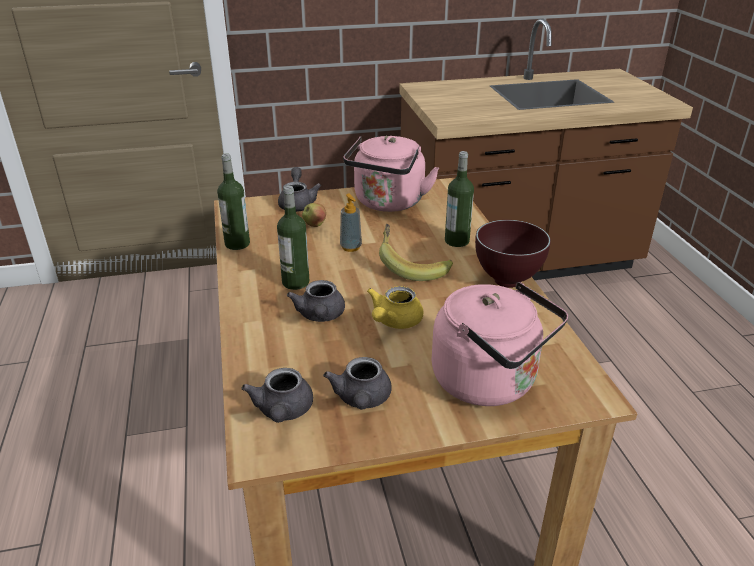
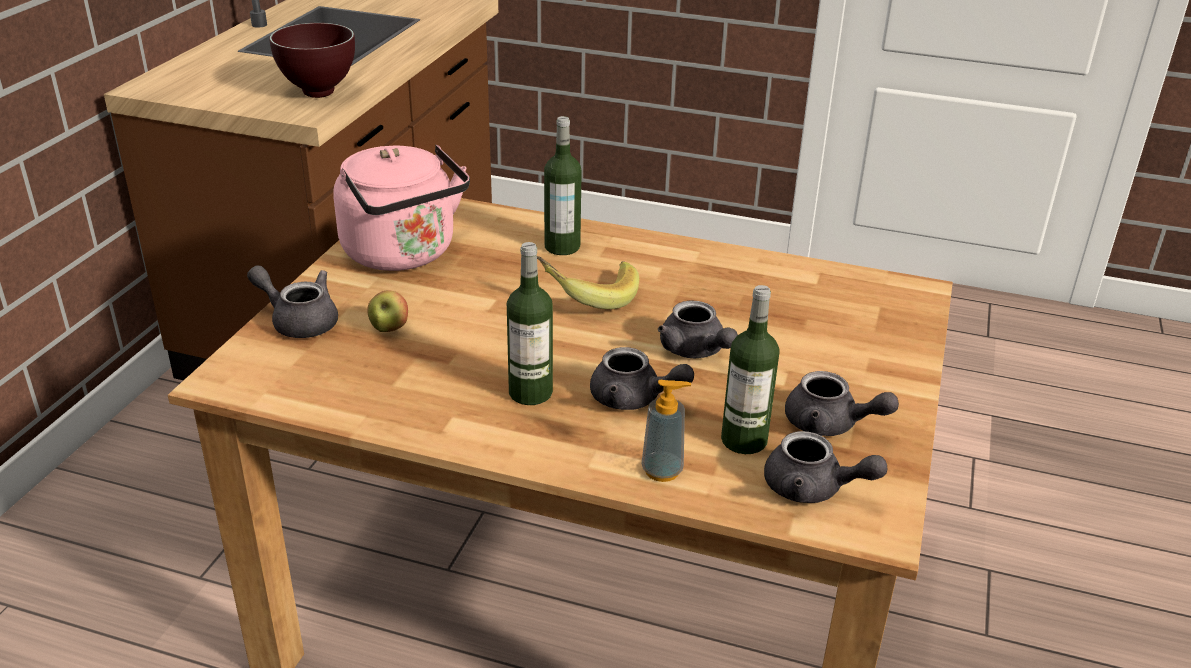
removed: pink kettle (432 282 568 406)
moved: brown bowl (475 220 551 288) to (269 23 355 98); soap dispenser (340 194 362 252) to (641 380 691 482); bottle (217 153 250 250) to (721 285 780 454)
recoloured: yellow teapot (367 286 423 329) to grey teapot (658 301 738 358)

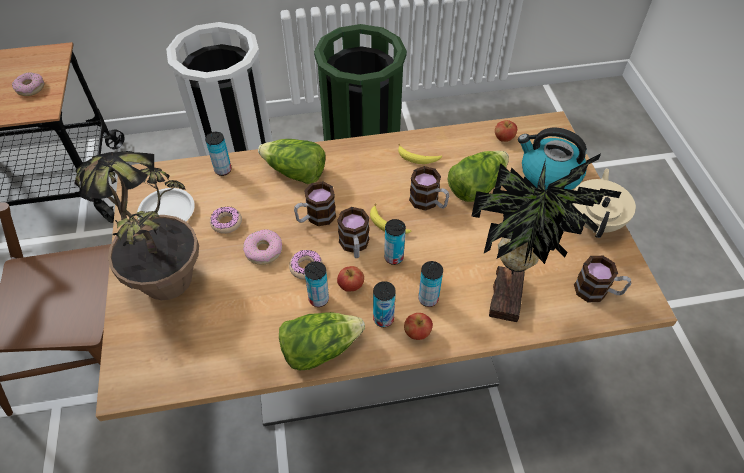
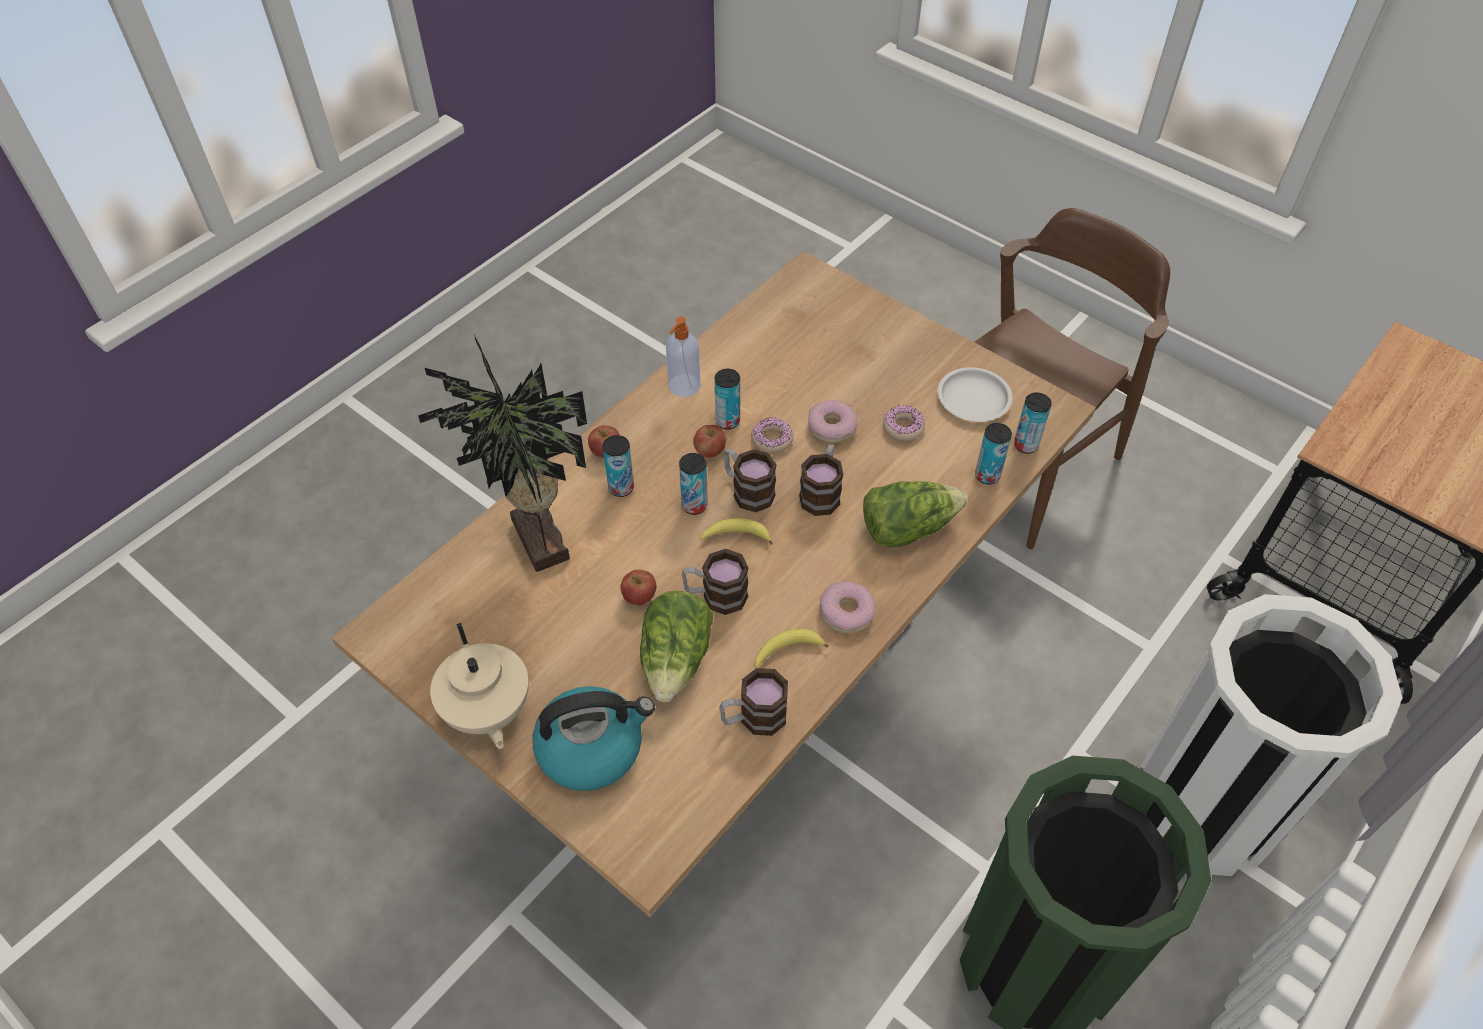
removed: potted plant (75 151 199 300)
moved: apple (495 120 517 142) to (620 569 657 605); mug (574 256 631 302) to (719 668 788 736); donut (12 72 44 96) to (820 581 875 634); can (373 281 396 327) to (1014 392 1052 454)
replaced: lettuce (279 312 365 371) to soap dispenser (666 317 700 397)

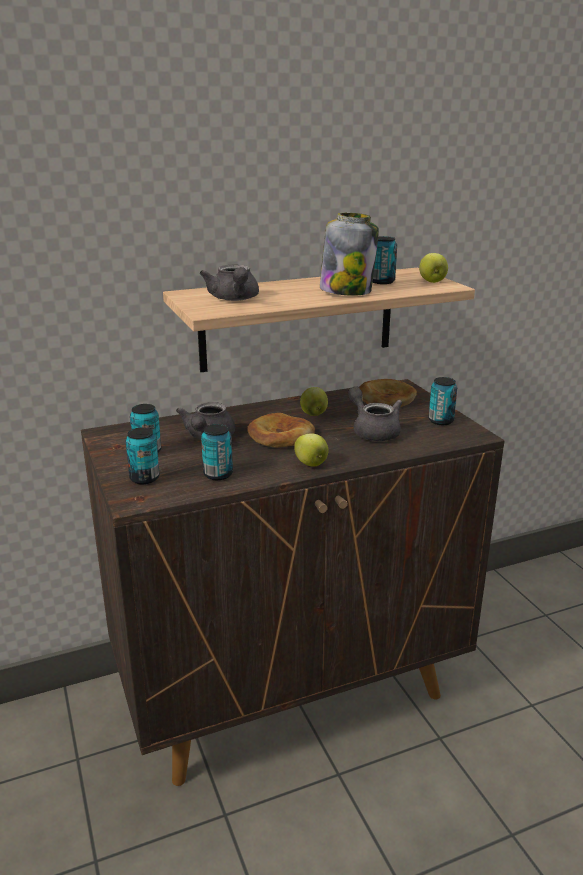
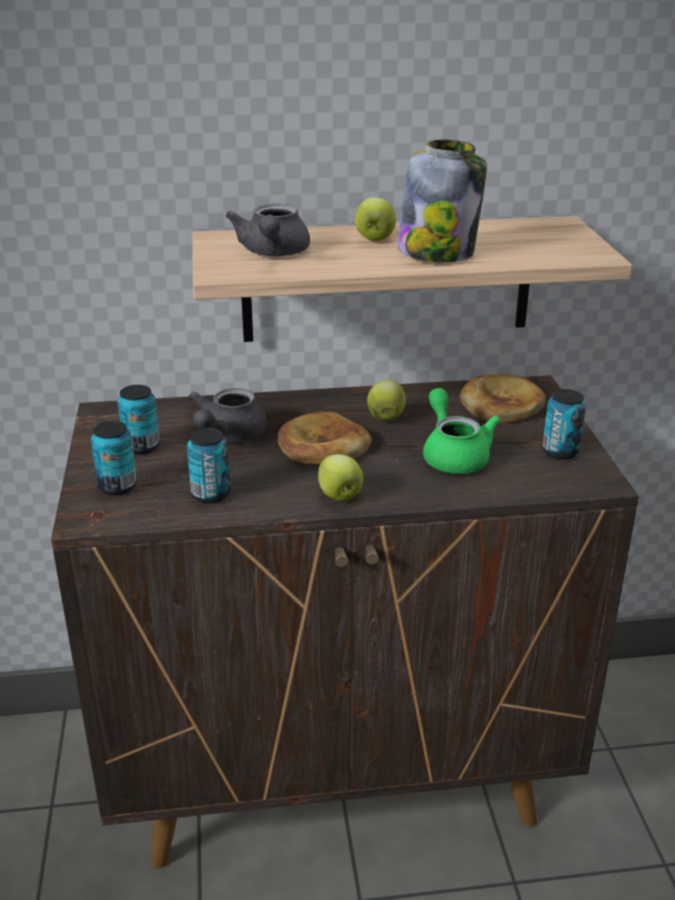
removed: can (373 236 397 284)
moved: apple (419 253 448 283) to (355 197 396 241)
recoloured: grey teapot (348 386 402 441) to green teapot (423 388 500 474)

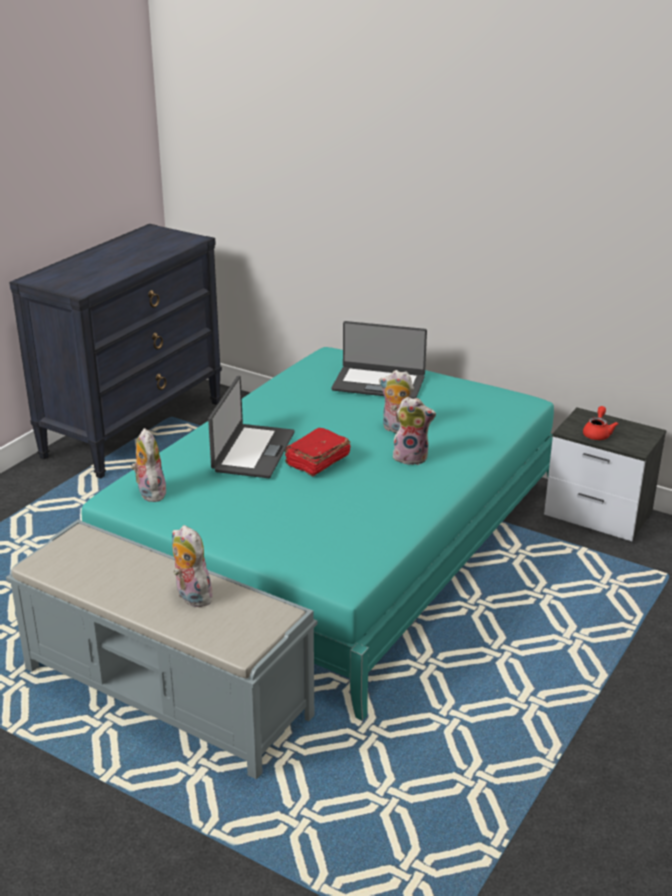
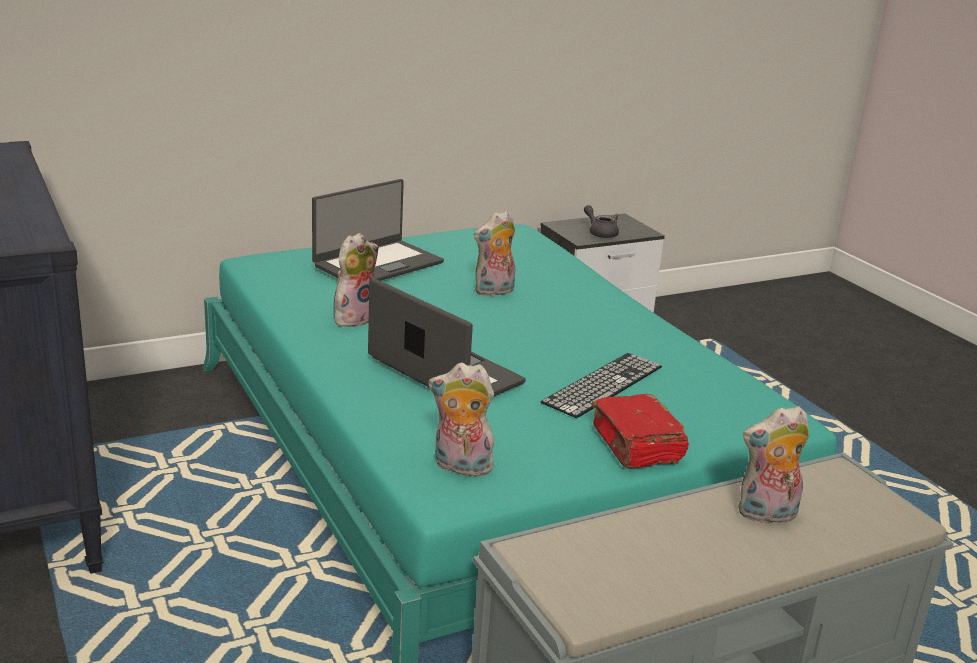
added: keyboard (540 353 662 418)
moved: plush toy (393 397 436 465) to (333 233 379 327); red book (285 428 351 476) to (592 394 689 469)
recoloured: red teapot (583 406 618 440) to grey teapot (584 205 619 238)

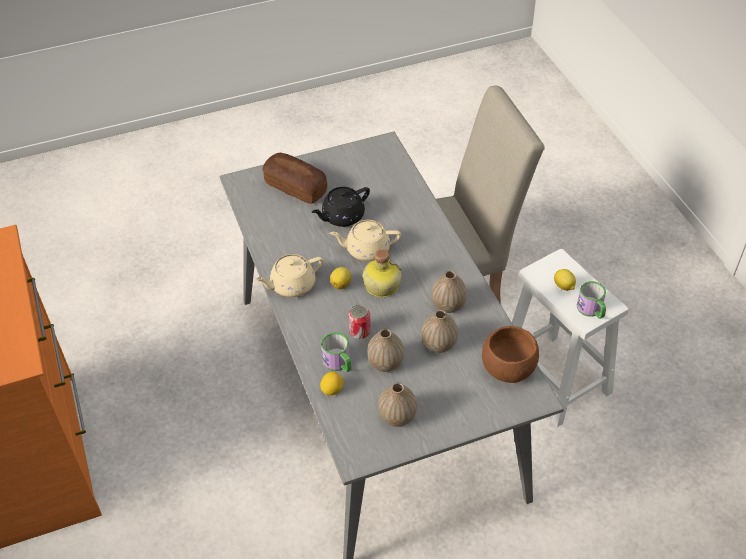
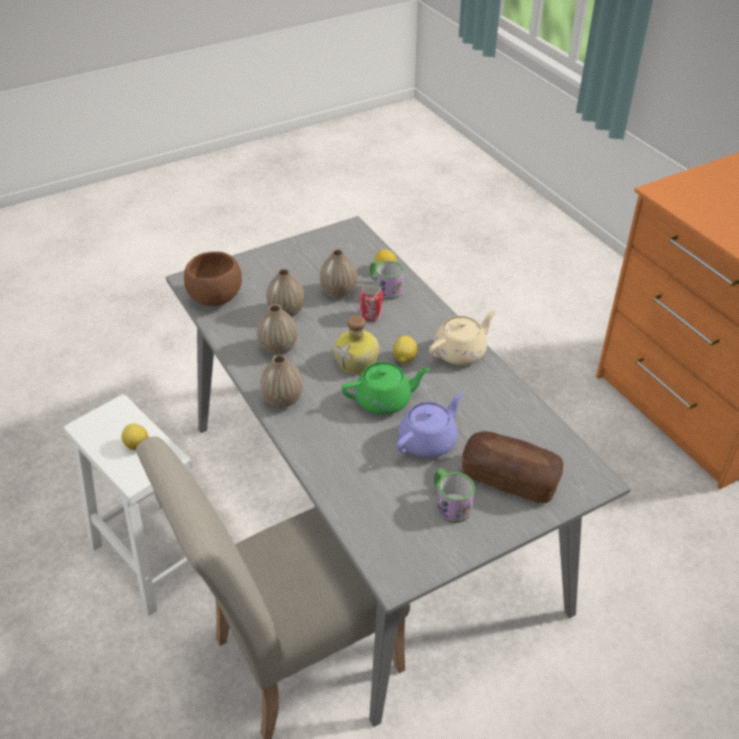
moved: vase (378 382 417 427) to (260 355 303 408); mug (577 281 606 319) to (434 468 475 523)
recoloured: beige teapot (330 220 401 261) to green teapot (341 362 430 415); black teapot (312 187 370 227) to purple teapot (396 392 463 458)

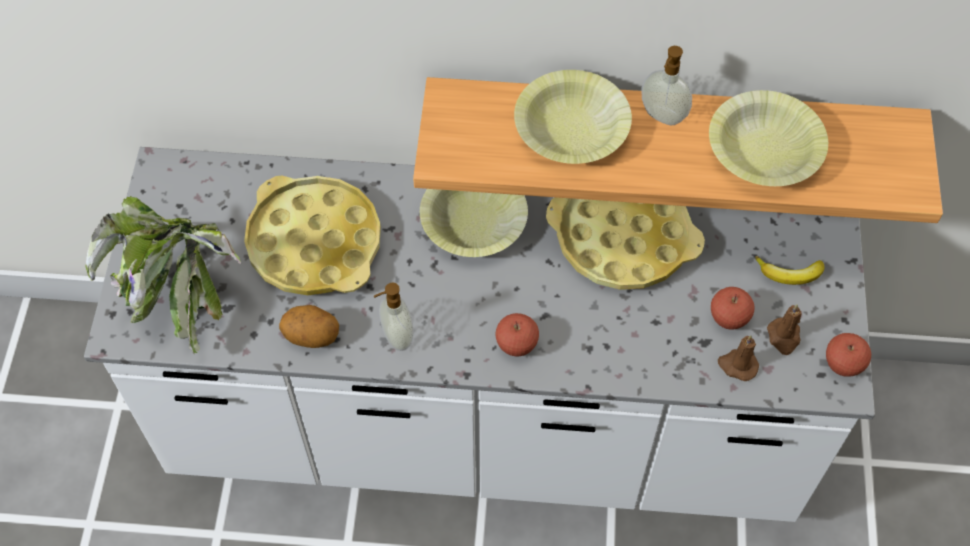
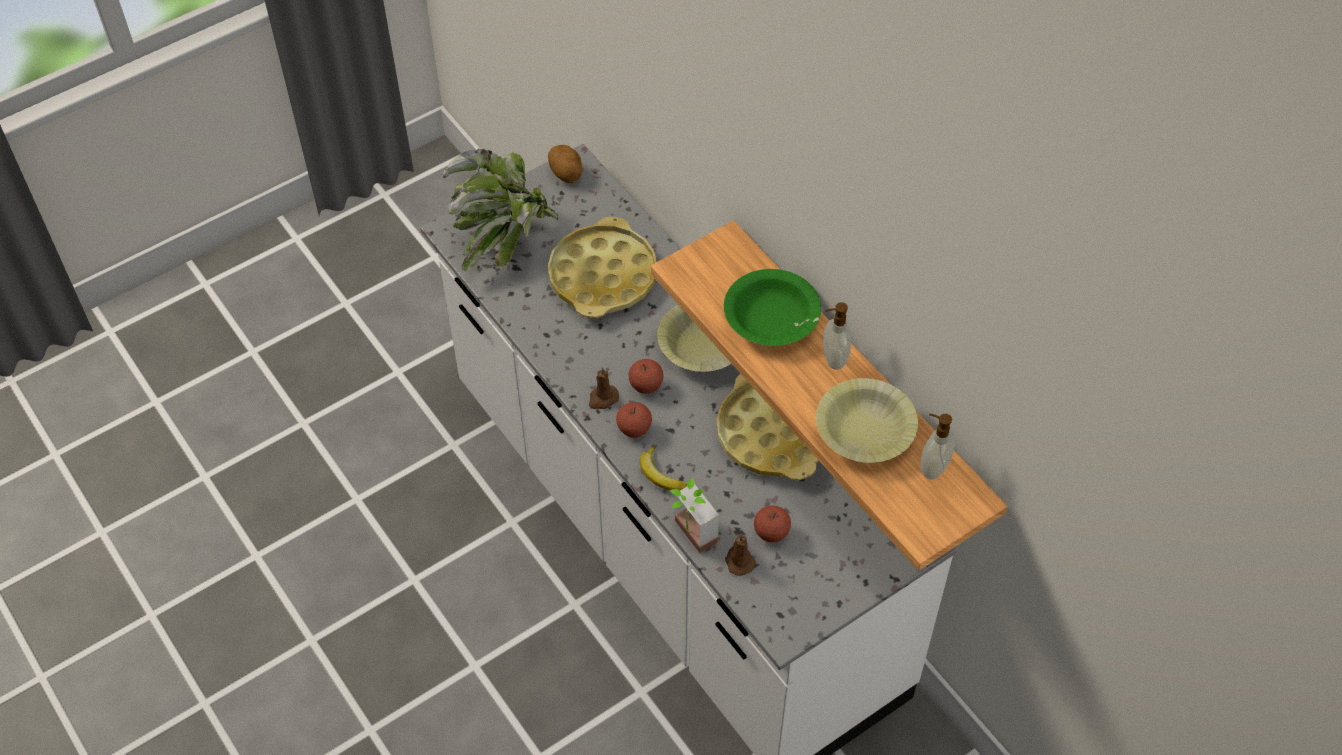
added: potted plant (669 478 719 553)
moved: potato (279 305 339 348) to (548 145 582 183); brown candle (767 304 801 355) to (589 367 619 409); apple (826 333 871 377) to (628 359 664 394); banana (755 256 825 285) to (640 446 687 490); soap dispenser (374 282 414 351) to (921 413 955 480)
recoloured: yellow bowl (514 70 632 164) to green bowl (724 269 821 346)

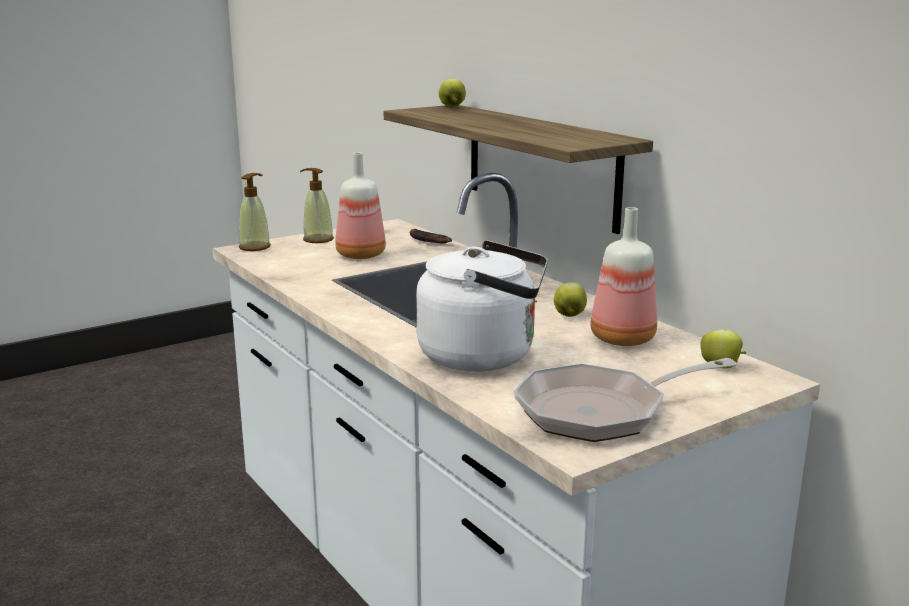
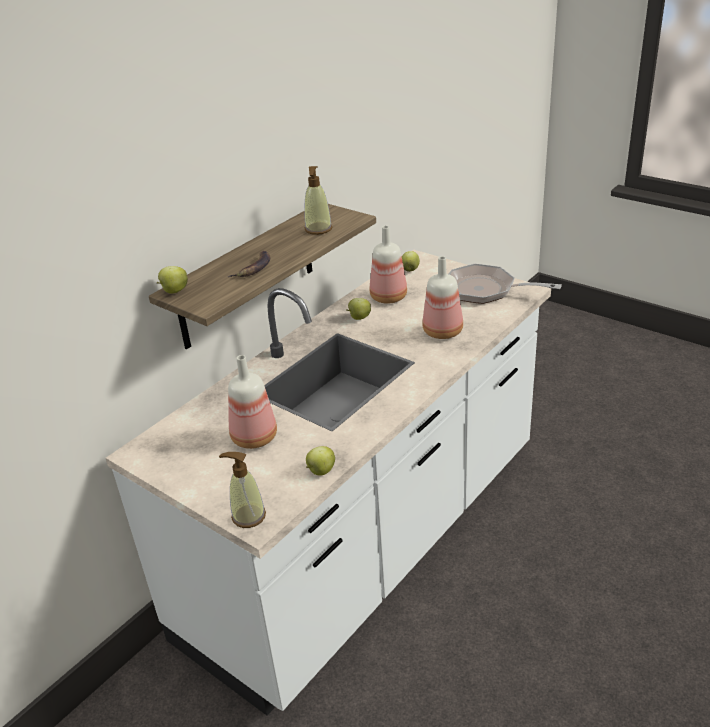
added: apple (306 446 335 476)
moved: banana (410 229 452 243) to (227 251 270 277); soap dispenser (300 168 334 243) to (304 166 332 235)
replaced: white kettle (416 240 548 371) to bottle (422 256 463 339)
turned: frying pan (513 358 737 442) = (449 264 562 304) 150 degrees clockwise

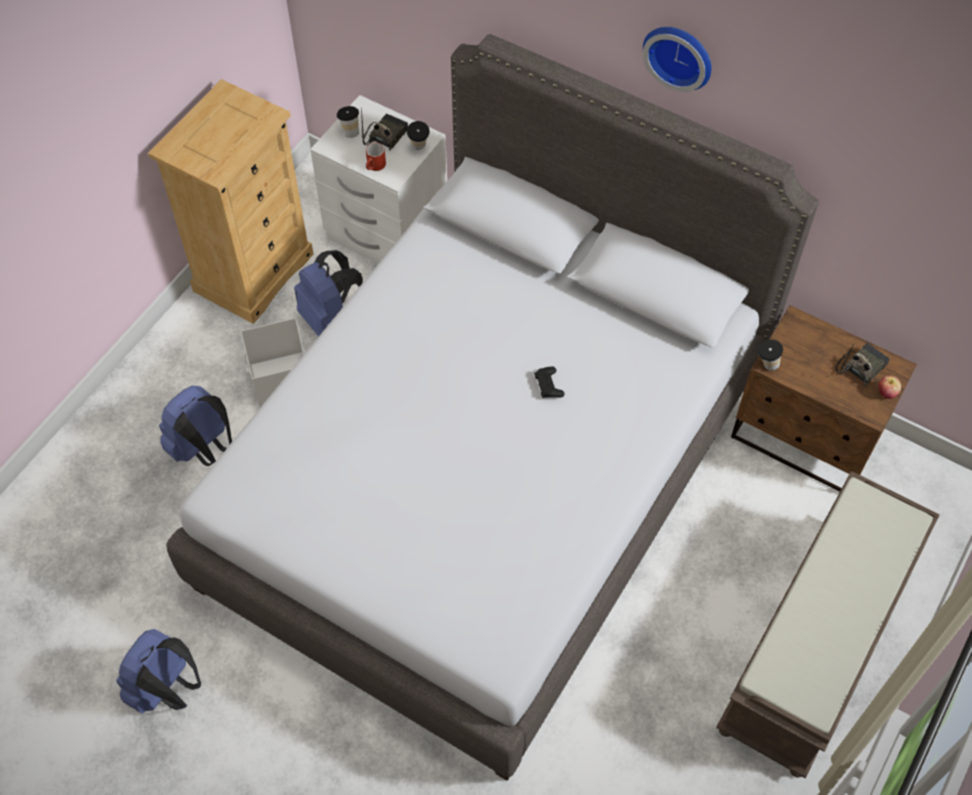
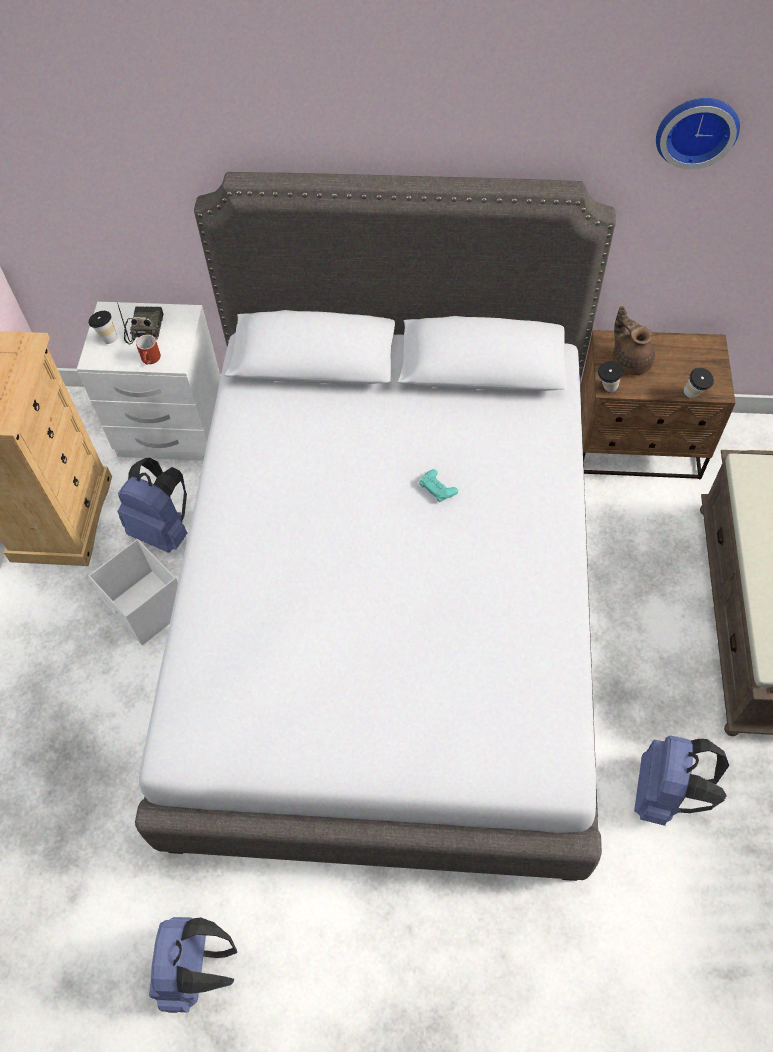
removed: radio (835 343 890 386); apple (878 376 901 399)
added: brown teapot (613 306 655 375)
moved: blue backpack (159 386 232 466) to (634 736 729 826); wall clock (643 27 711 92) to (656 98 740 169); cup (407 121 430 150) to (684 368 714 398)
recoloured: black game controller (534 366 564 398) to turquoise game controller (419 469 458 502)

